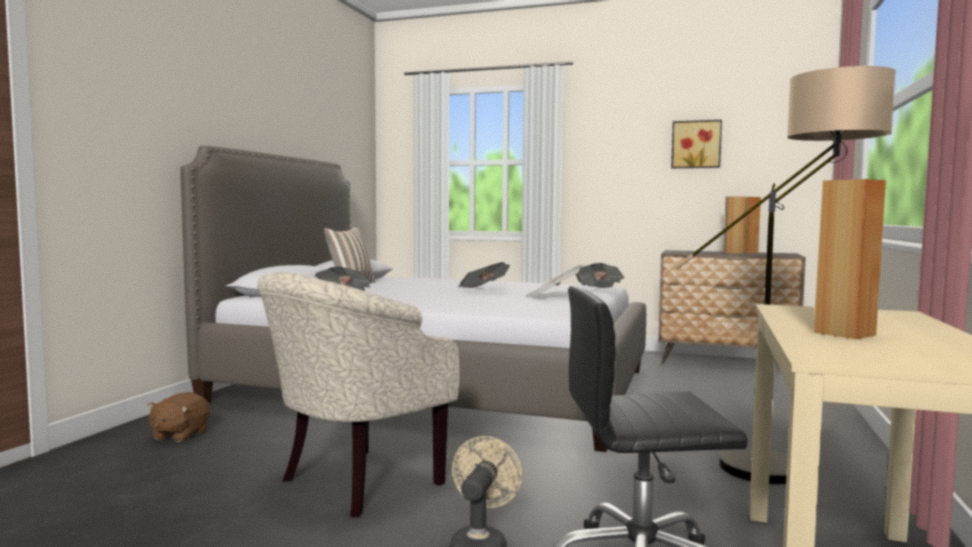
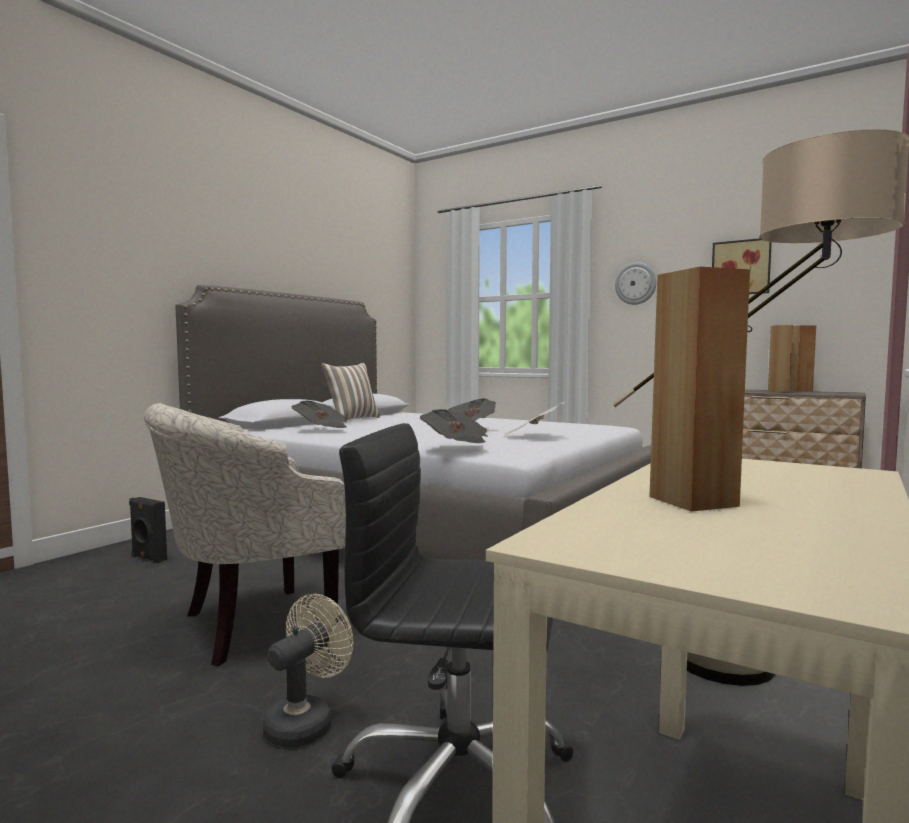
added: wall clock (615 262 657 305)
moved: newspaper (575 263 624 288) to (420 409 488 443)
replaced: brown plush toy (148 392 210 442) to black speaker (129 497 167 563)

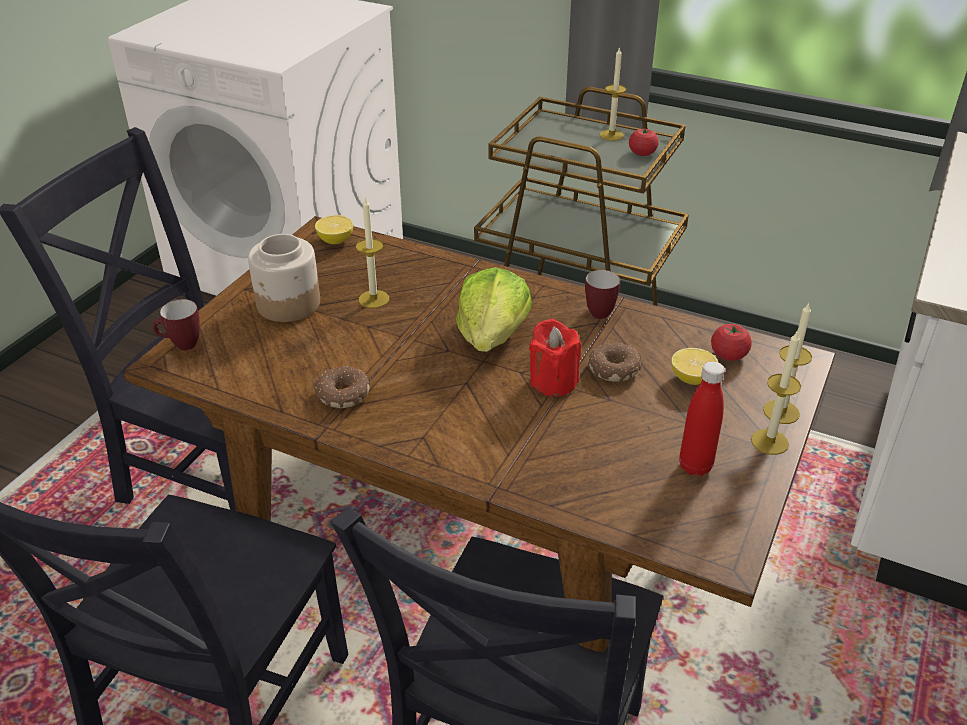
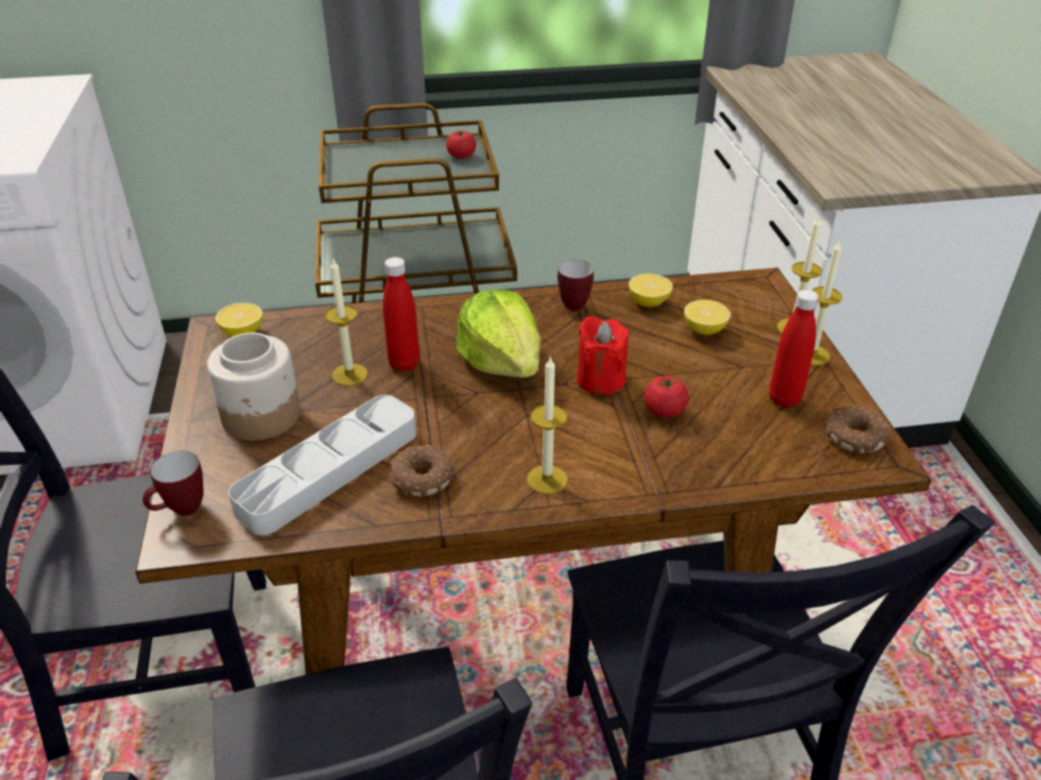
added: grey tray (228 395 416 535); red bottle (383 257 420 372); lemon (629 273 673 307)
moved: candle (600 47 626 141) to (527 355 568 494); tomato (711 324 752 361) to (644 376 689 418); donut (588 342 642 382) to (827 405 890 453)

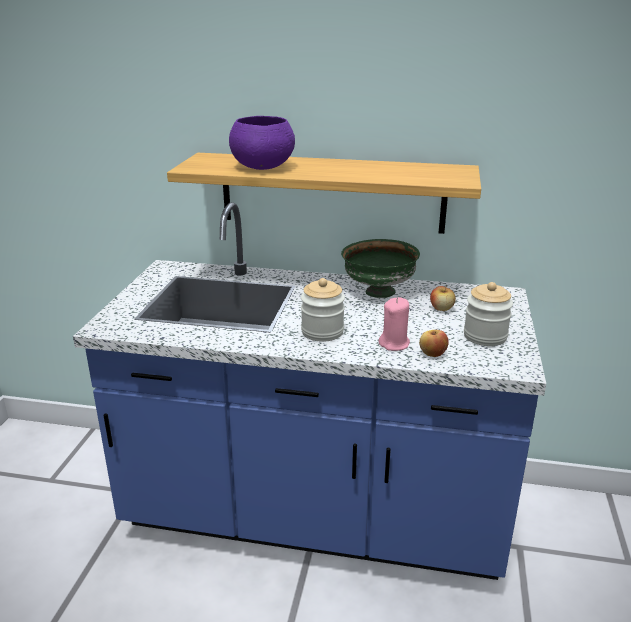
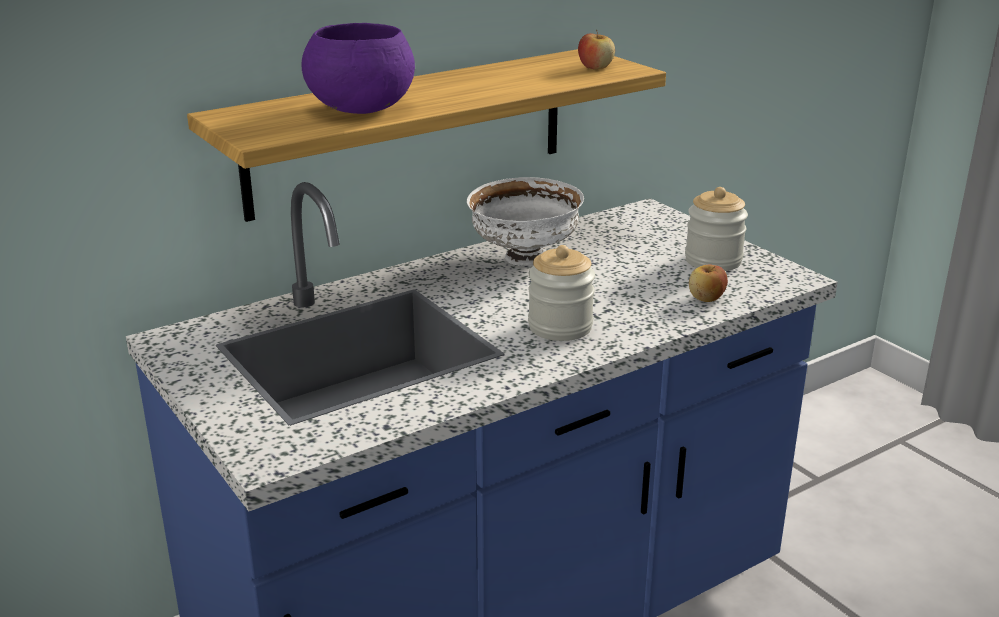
removed: pink candle (378 297 410 351)
moved: apple (430 285 456 311) to (578 30 615 69)
recoloured: green bowl (341 239 420 298) to white bowl (467 177 584 266)

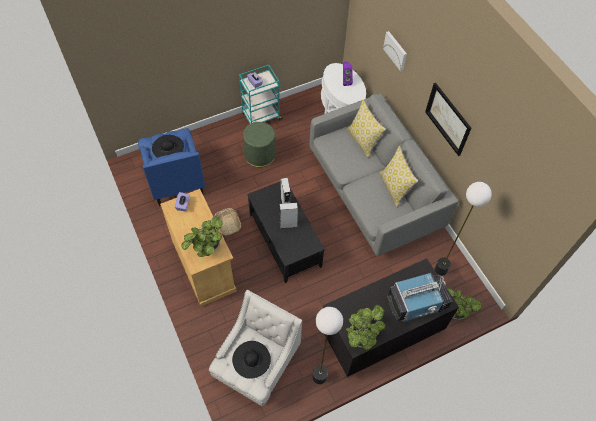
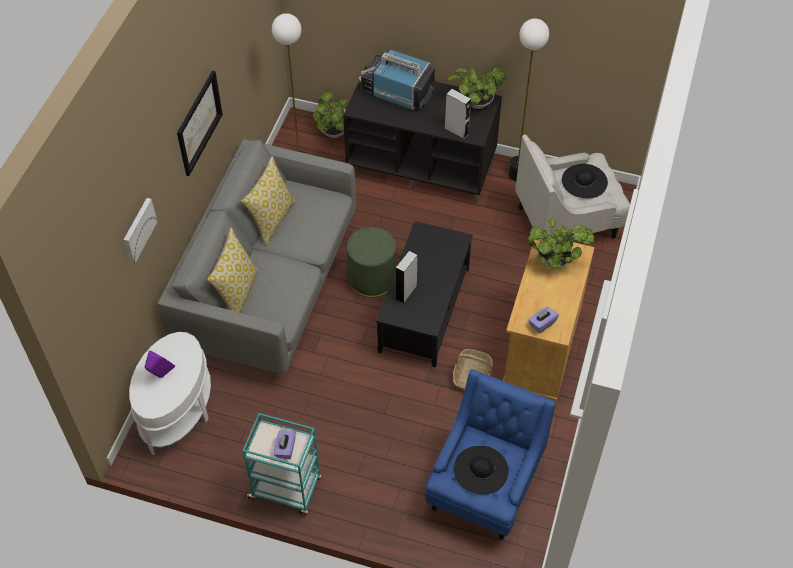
moved: green ottoman (243 122 276 167) to (347 227 397 298); grey speaker (279 203 298 229) to (445 89 471 139)

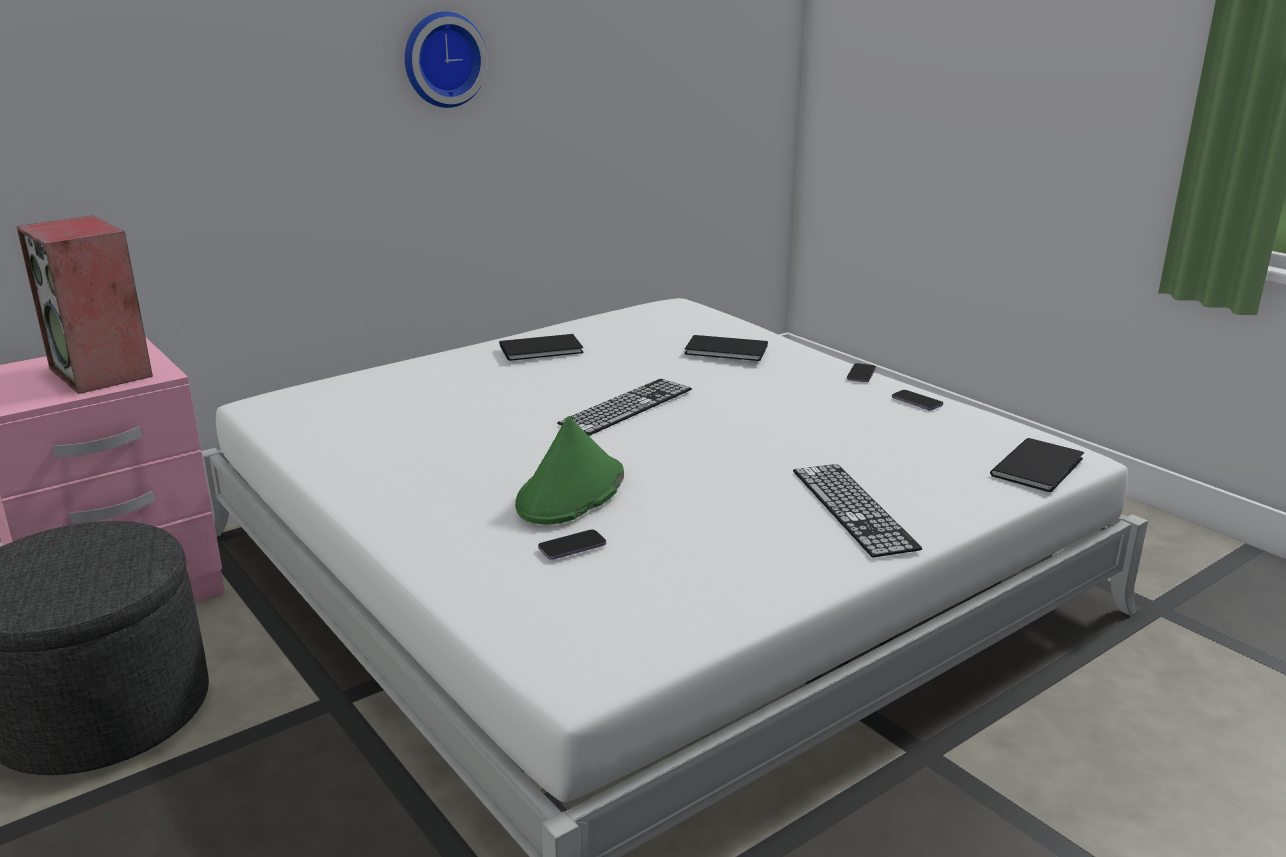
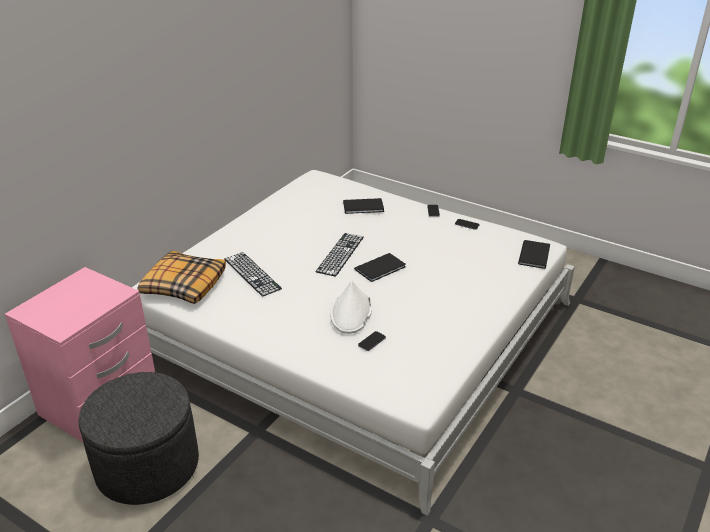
removed: speaker (16 215 153 394); wall clock (405 12 488 108)
added: pillow (137 251 226 304)
moved: keyboard (793 464 922 557) to (224 252 282 297); black book (499 334 583 361) to (354 253 406 282)
recoloured: green hat (515 416 624 524) to white hat (330 281 372 334)

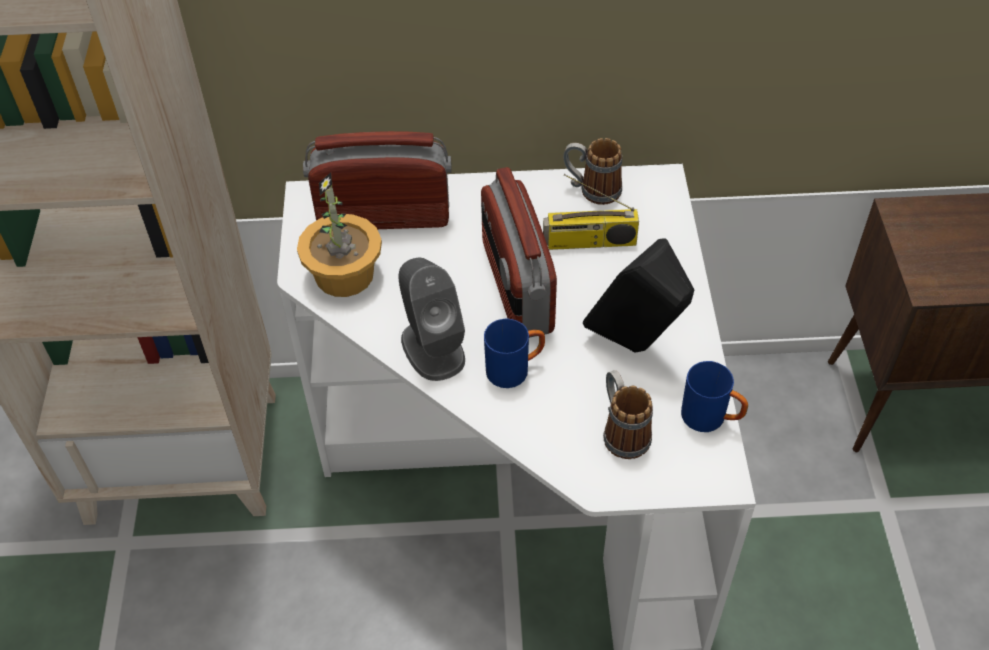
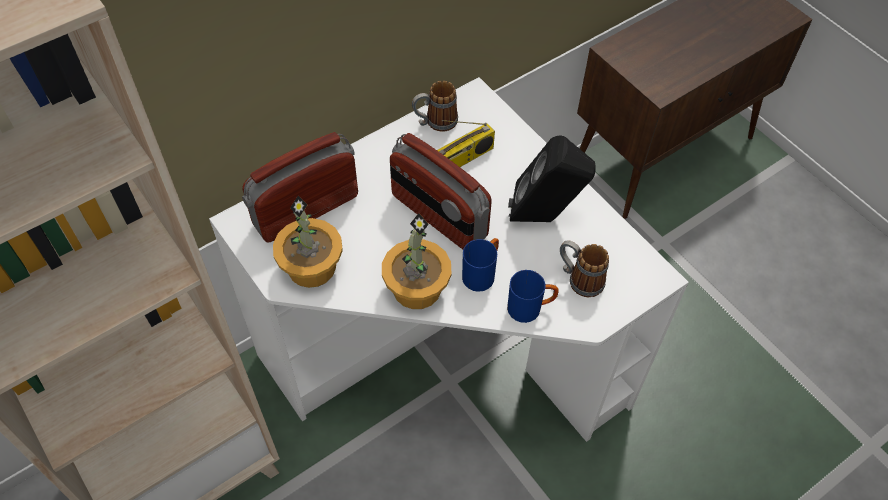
moved: blue mug (681 361 748 432) to (507 270 559 323)
replaced: grey speaker (399 258 465 381) to potted plant (382 213 451 309)

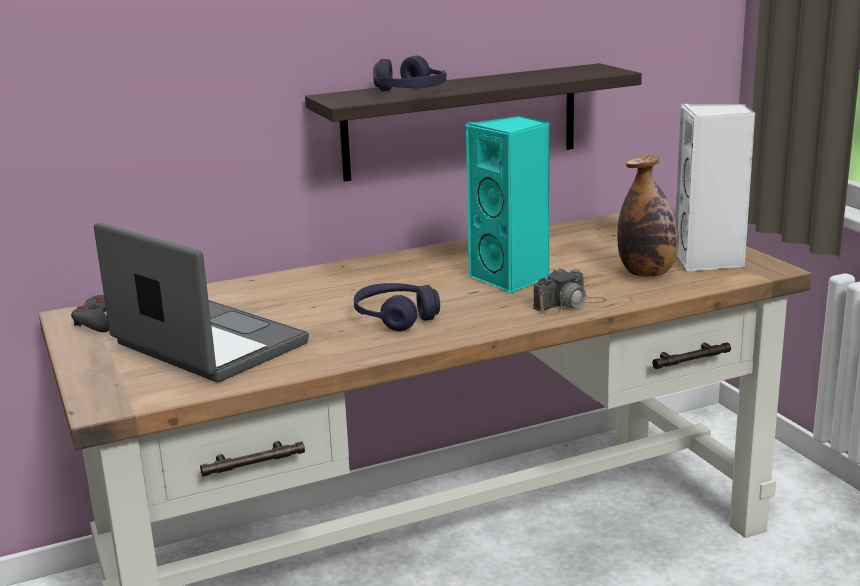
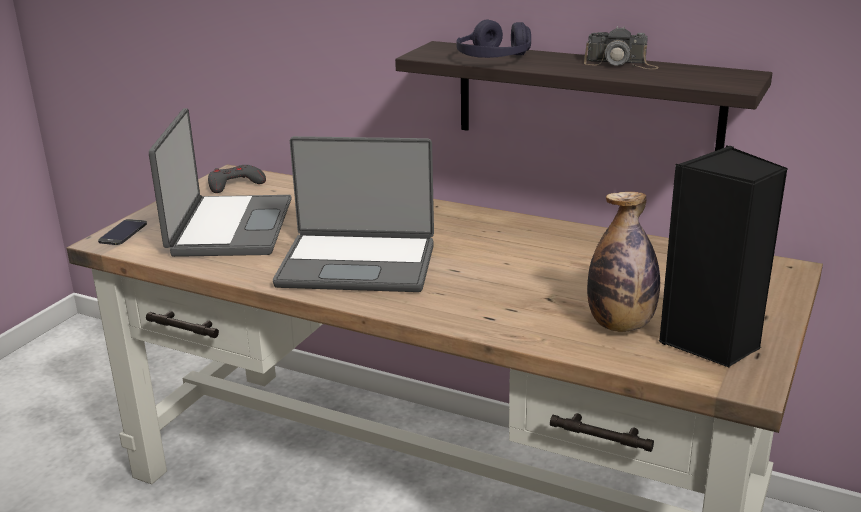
removed: turquoise speaker (466 116 550 294)
added: phone (98 219 147 245)
moved: photo camera (533 268 607 315) to (584 26 659 69)
replaced: purple headphones (354 283 440 331) to laptop (273 136 434 292)
recoloured: white speaker (676 104 756 272) to black speaker (658 145 788 367)

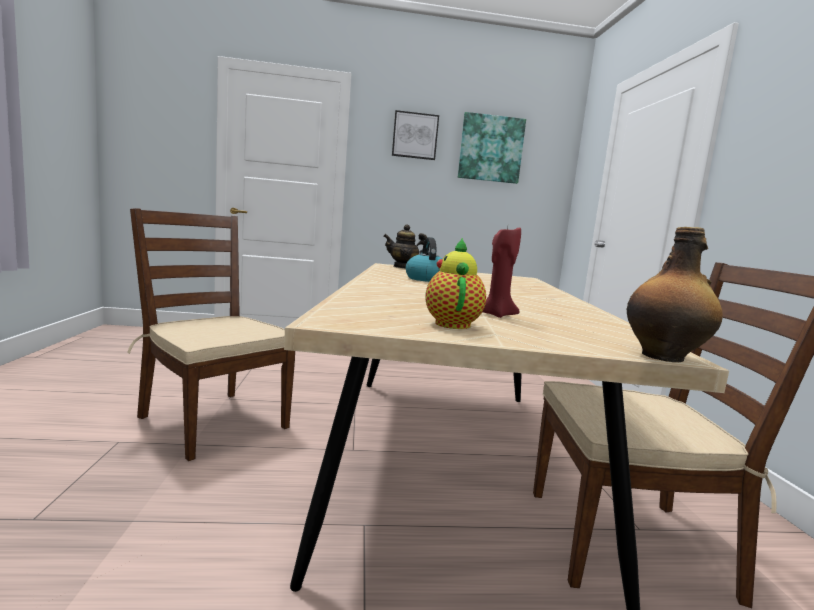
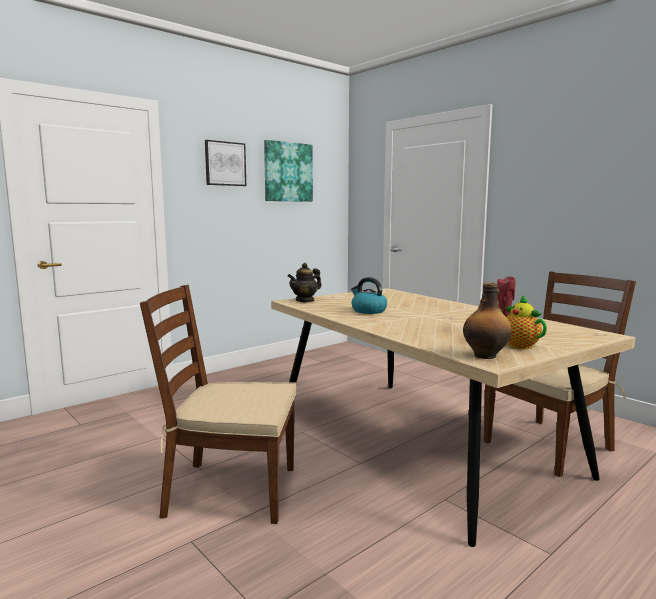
moved: bottle (626 227 723 362) to (463 282 512 359)

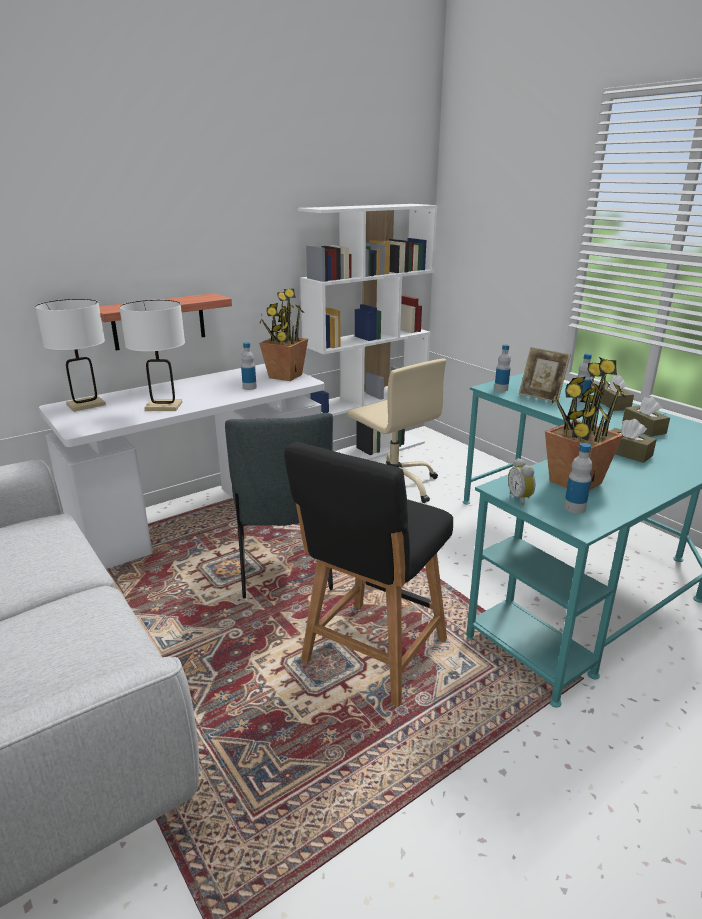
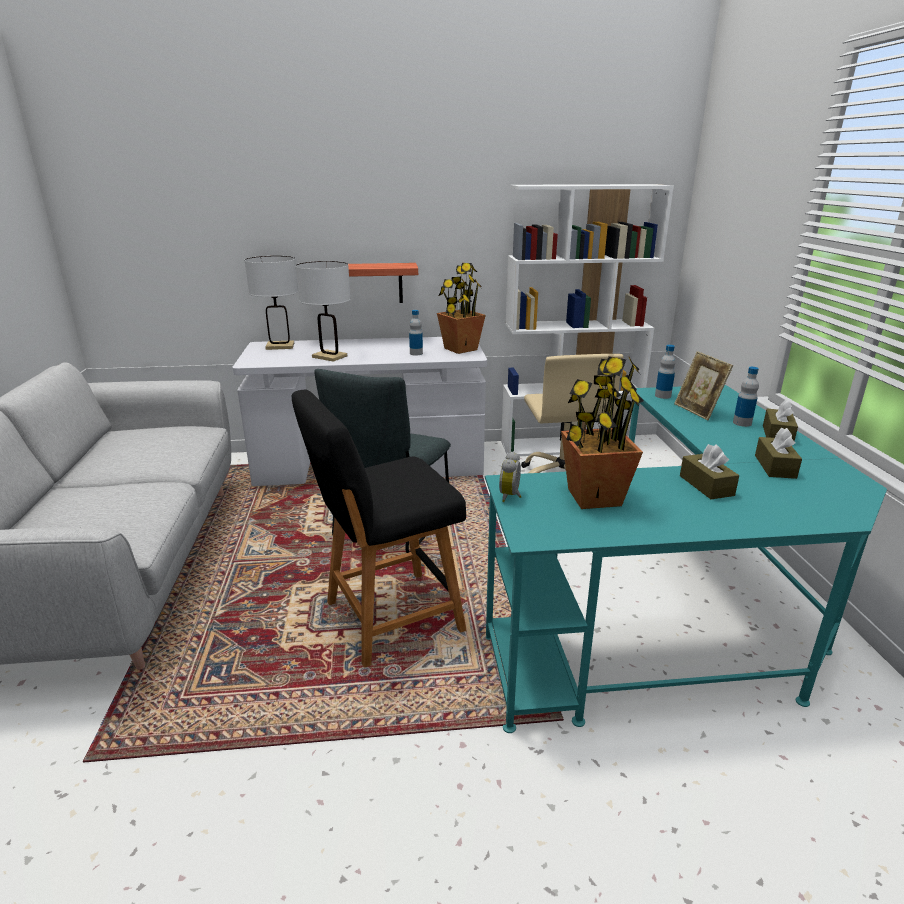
removed: bottle (564 443 592 514)

